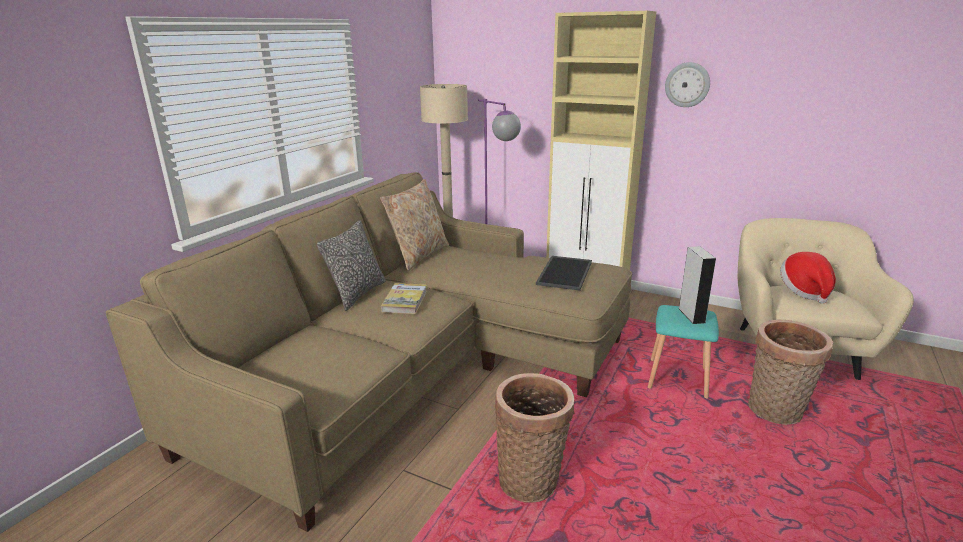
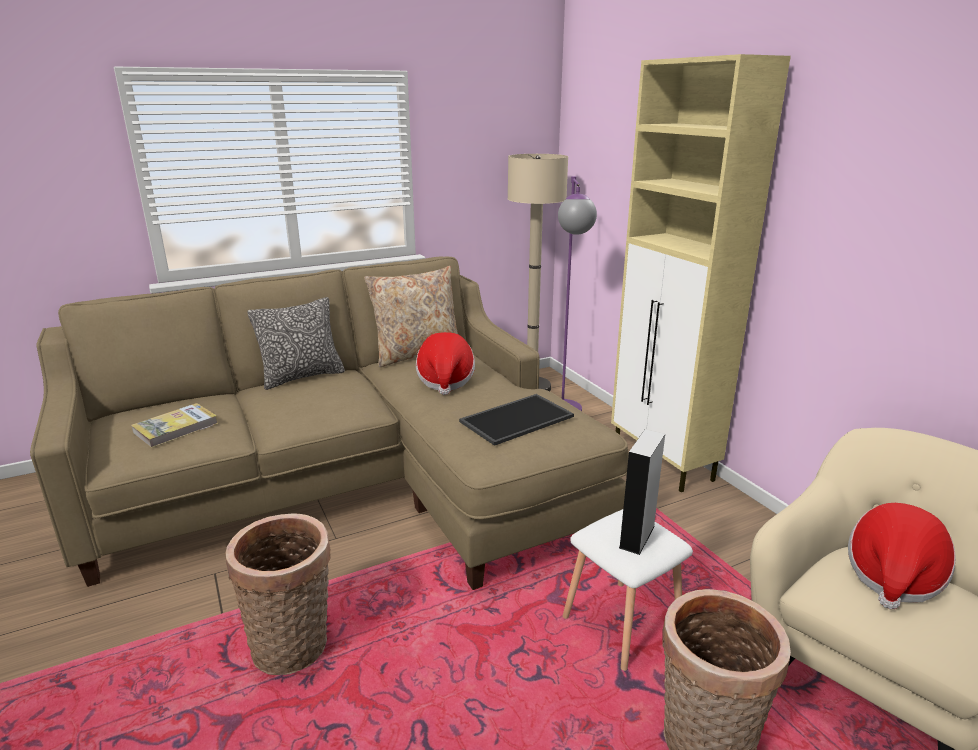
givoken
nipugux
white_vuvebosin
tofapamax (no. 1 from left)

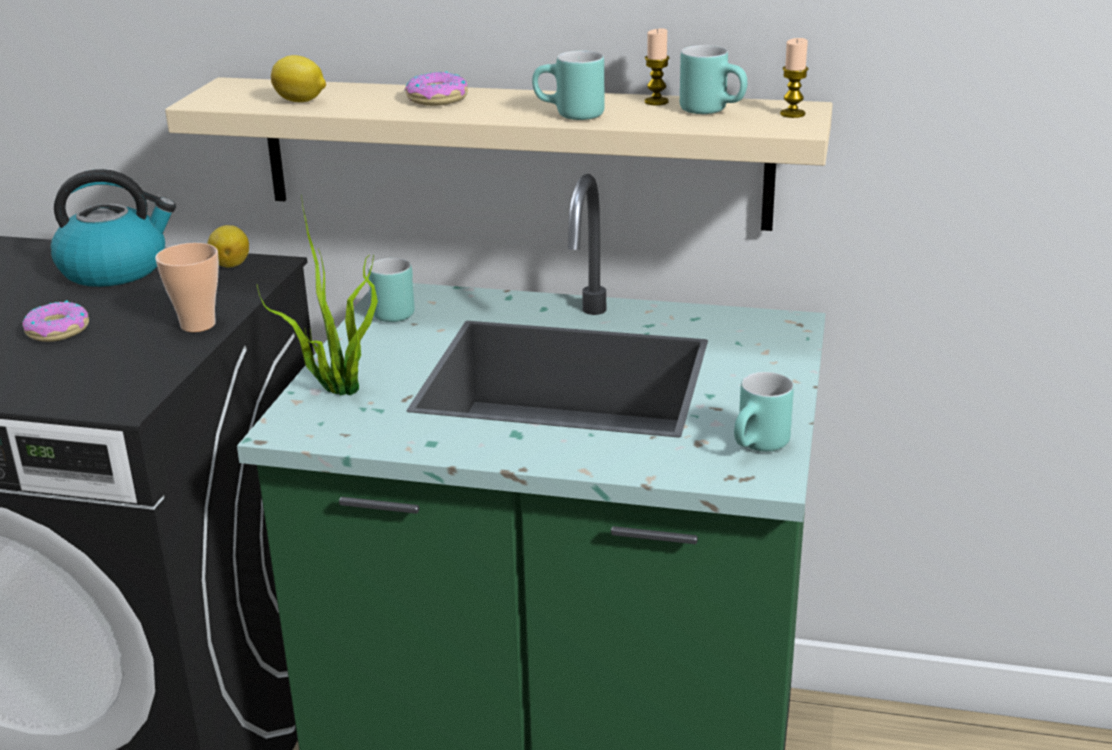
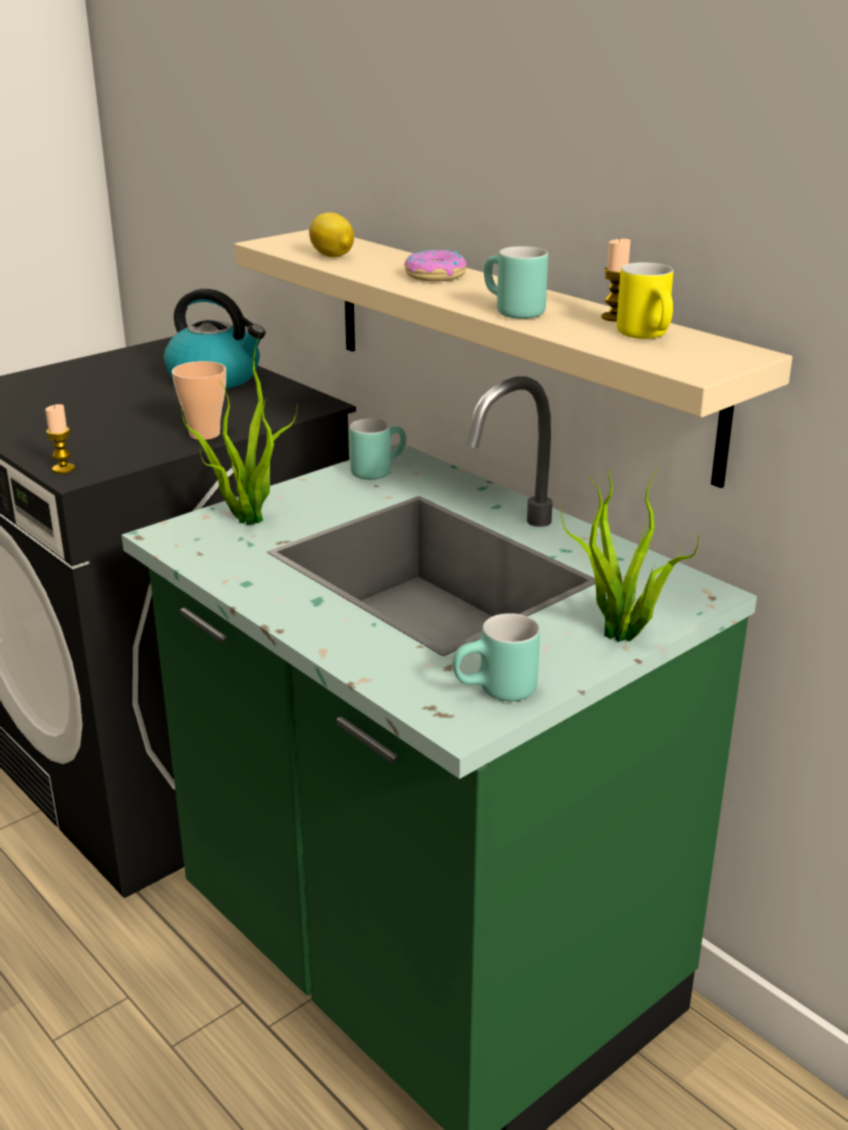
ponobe (no. 1 from left)
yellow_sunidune
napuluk (no. 1 from left in the first image)
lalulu (no. 1 from left in the first image)
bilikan (no. 2 from left)

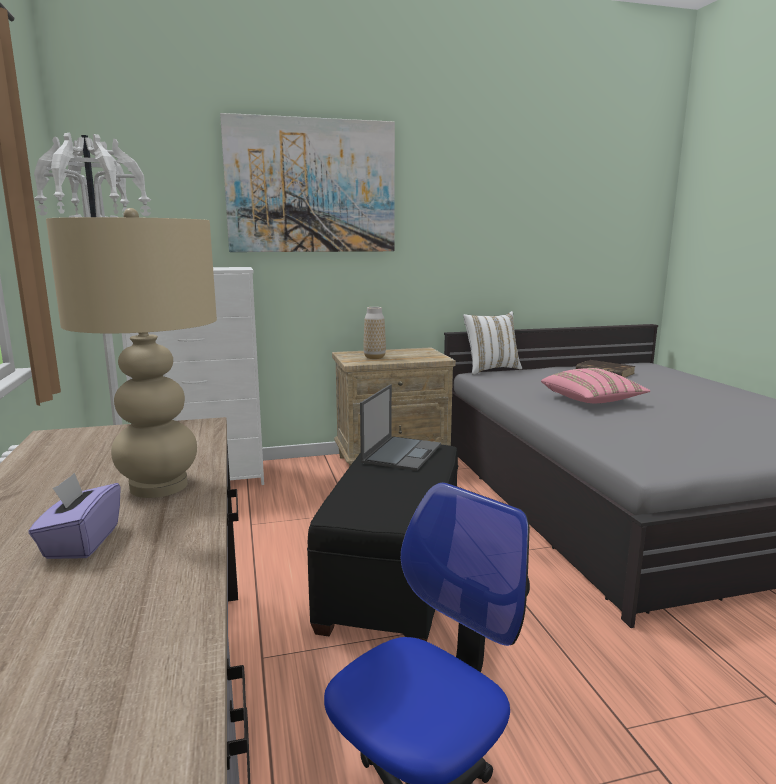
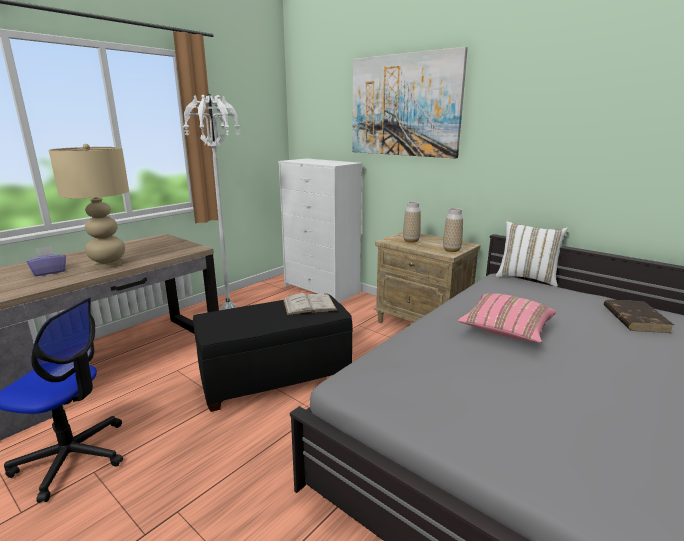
white_nipugux
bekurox (no. 2 from left)

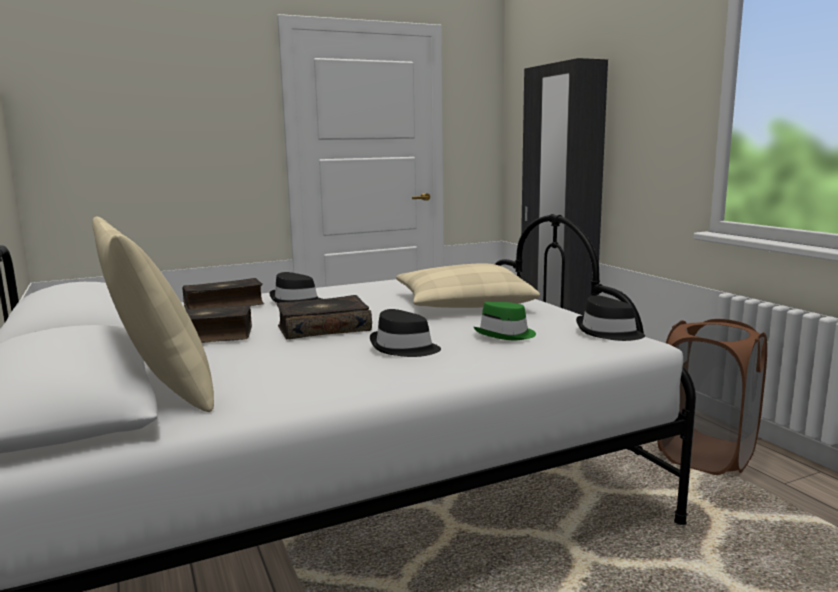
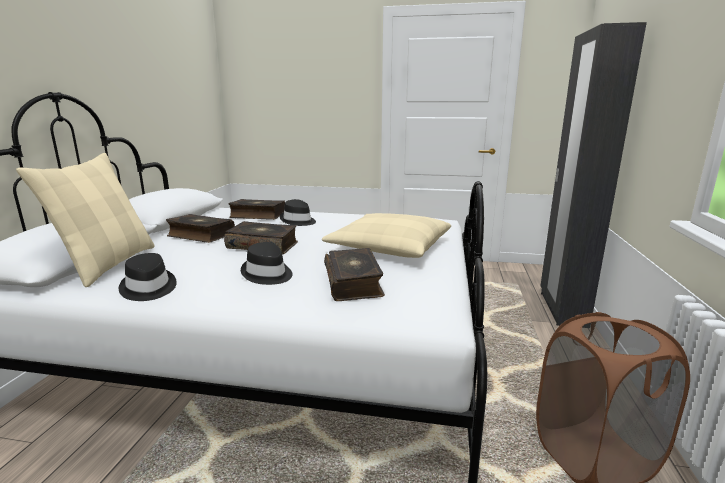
black_tofapamax (no. 1 from left)
nipugux (no. 4 from left)

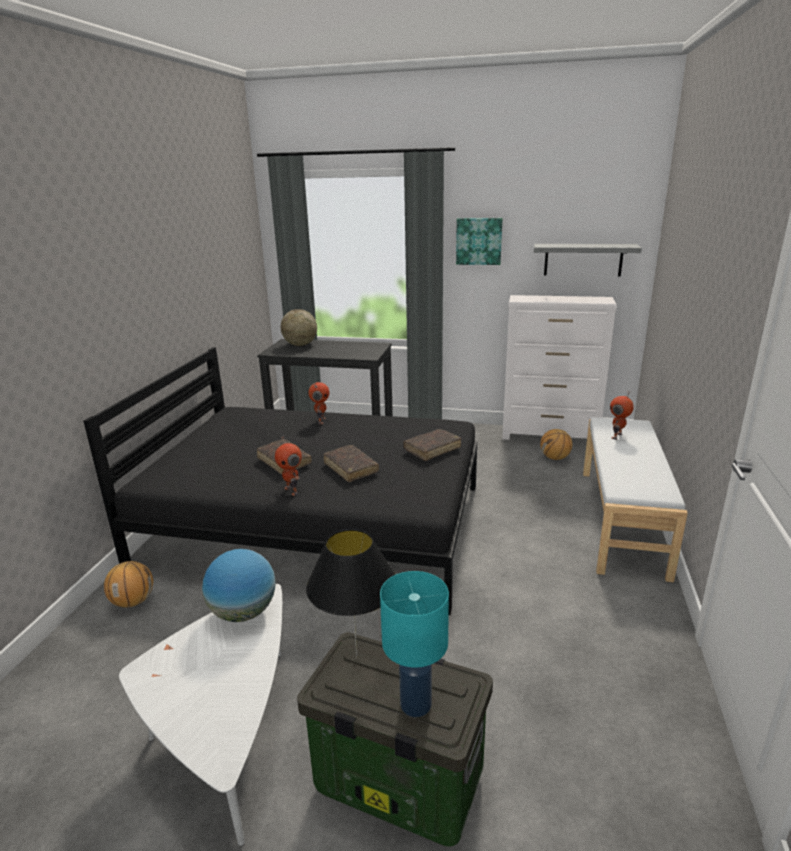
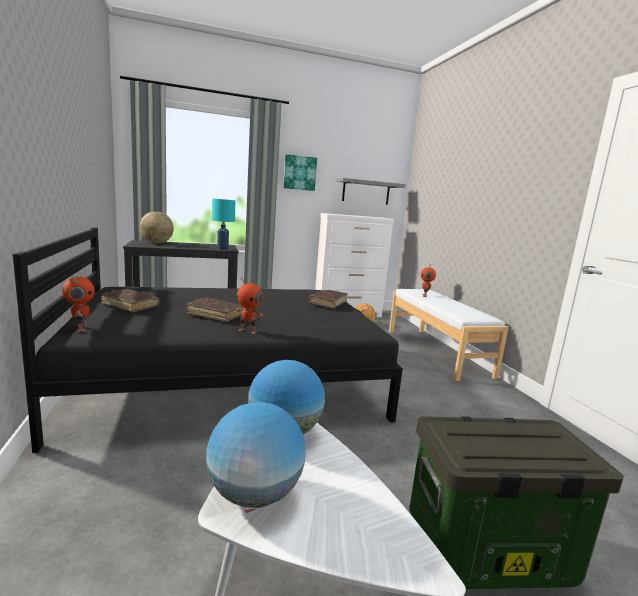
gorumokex (no. 1 from left)
brown_nipugux (no. 1 from left)
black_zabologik
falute (no. 1 from left in the first image)
turquoise_zabologik
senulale (no. 2 from left)

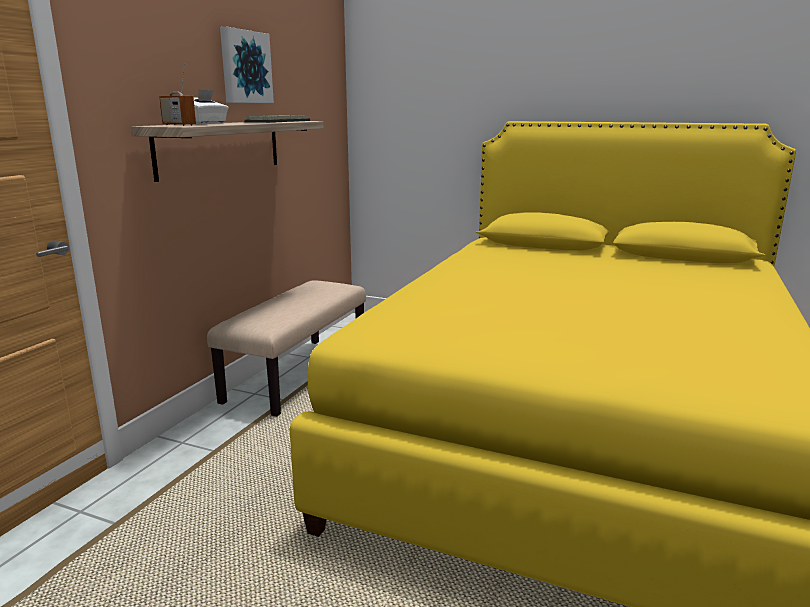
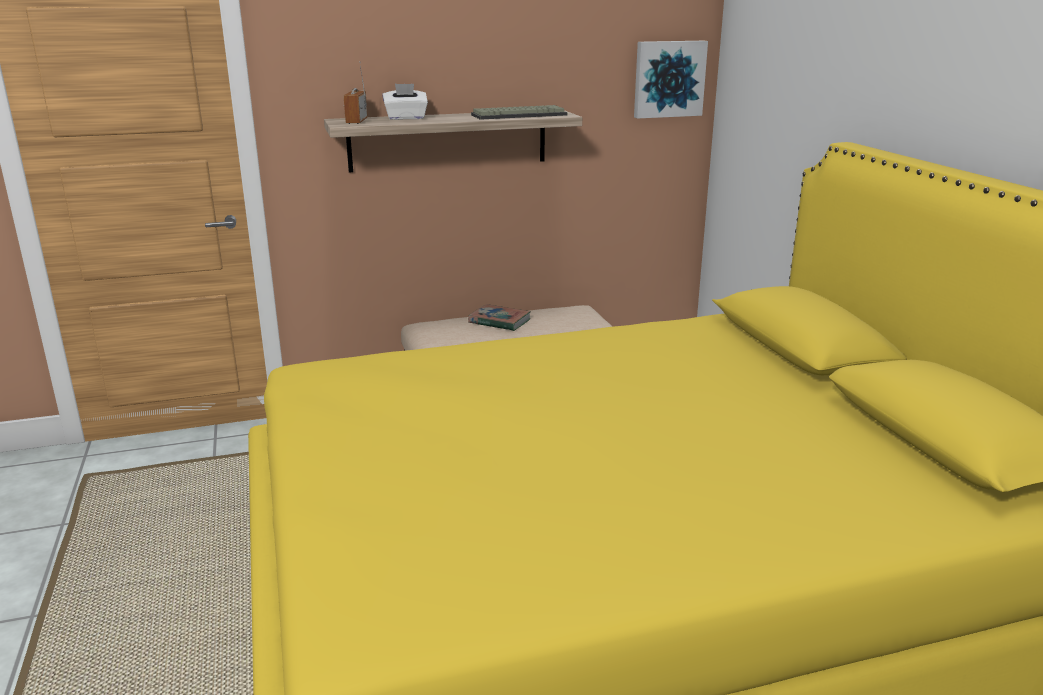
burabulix
nipugux

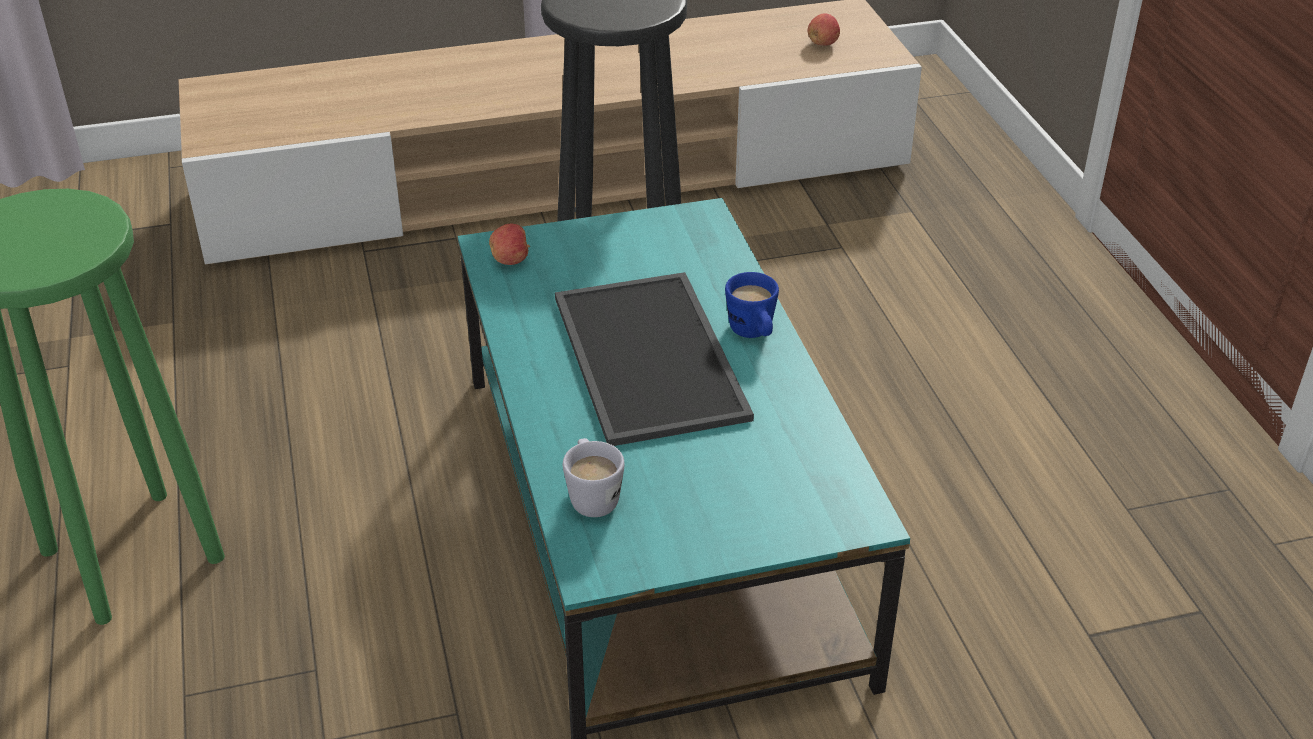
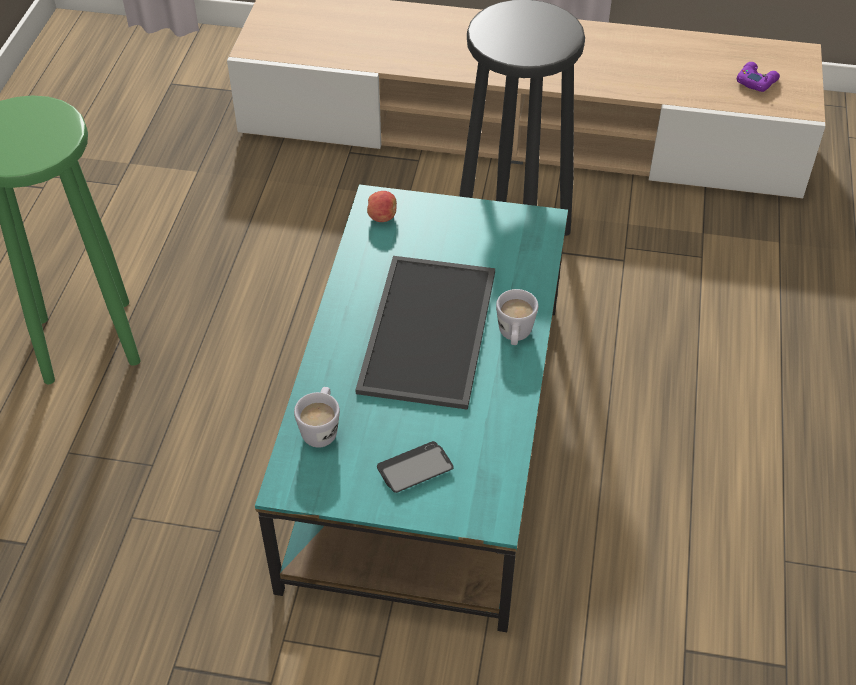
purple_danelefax
white_sunidune (no. 2 from left)
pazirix

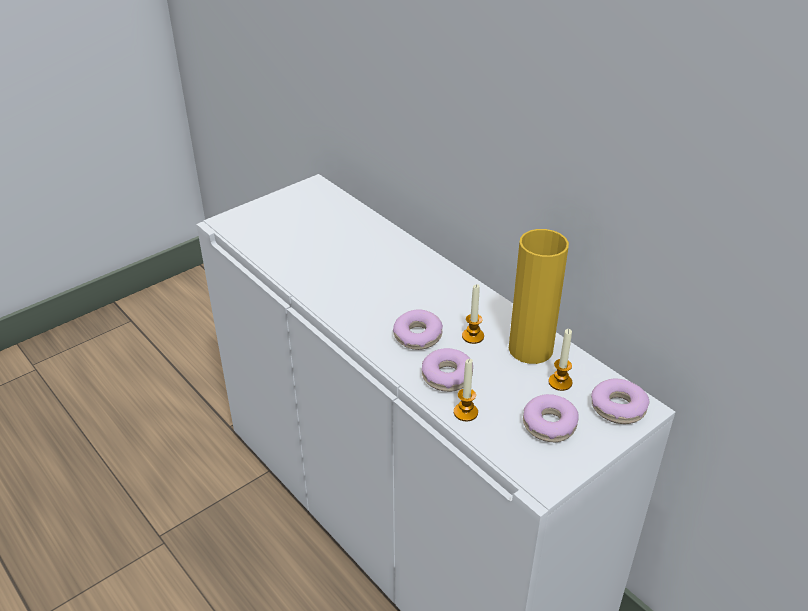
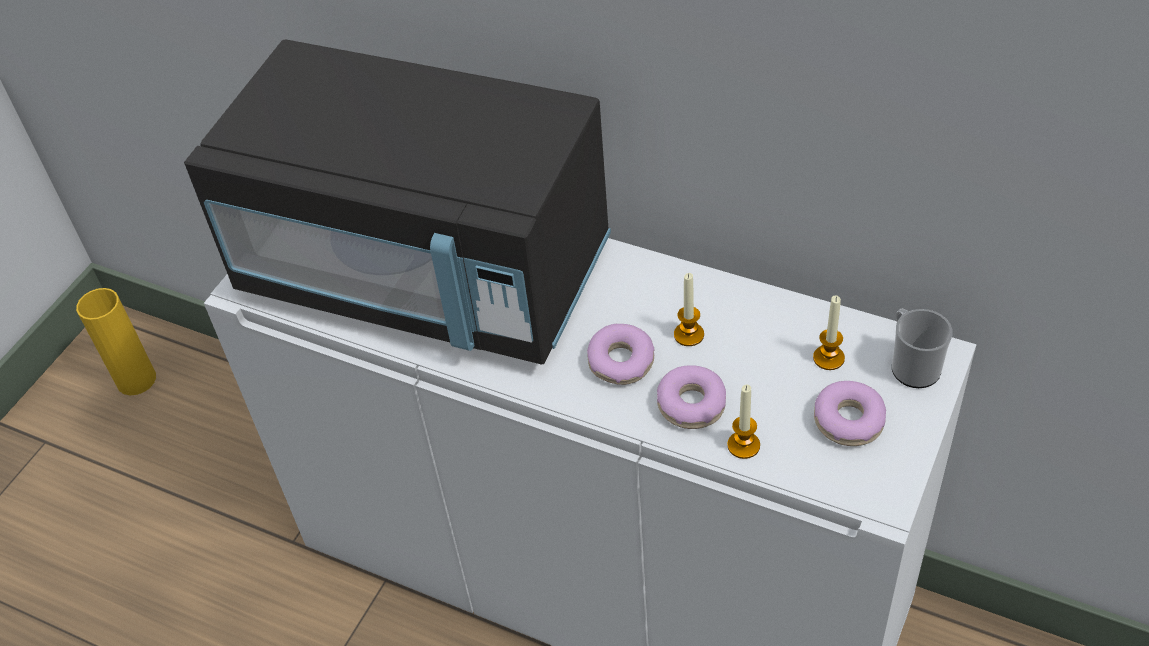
yellow_bekurox
sunidune
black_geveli

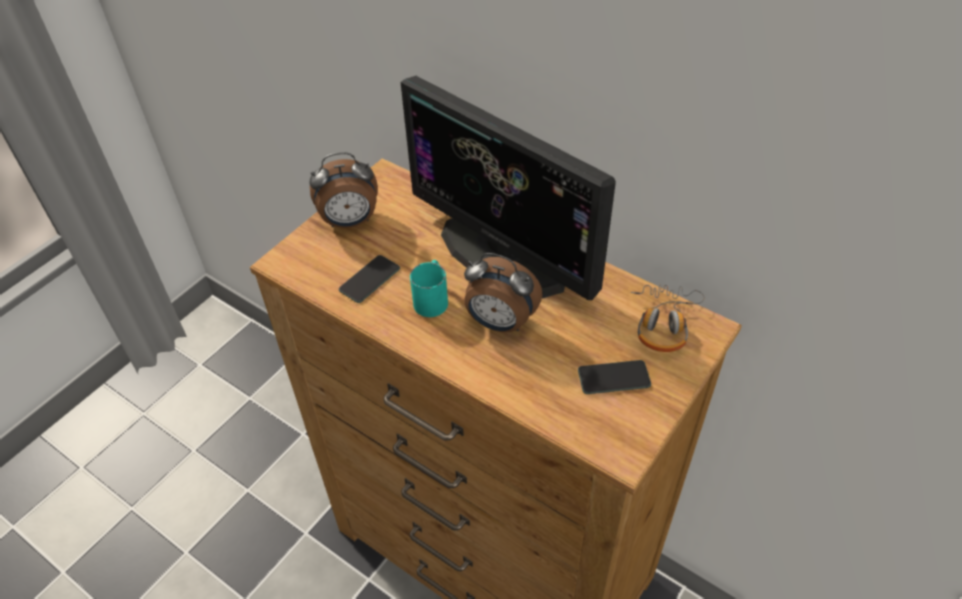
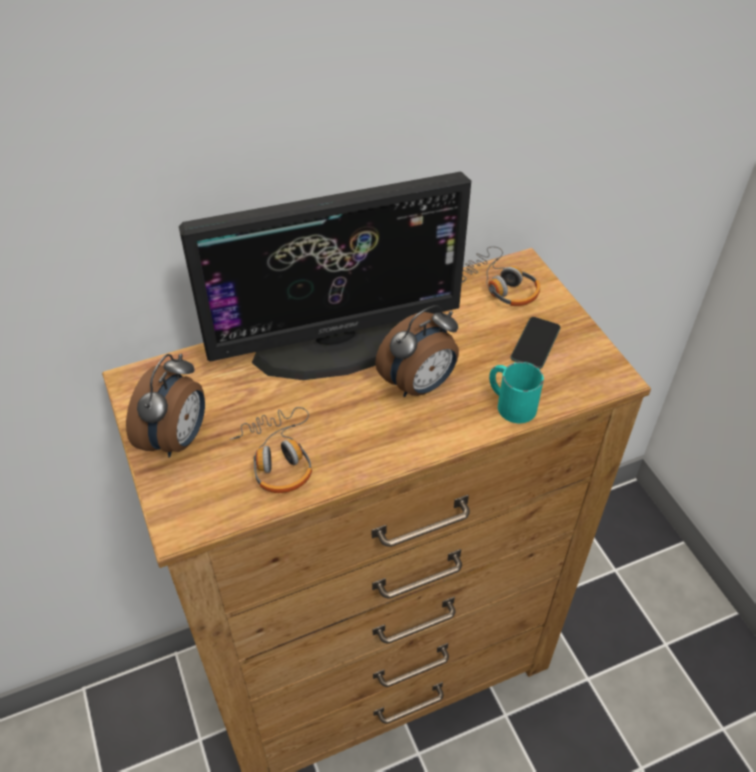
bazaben (no. 1 from left)
turquoise_sunidune

